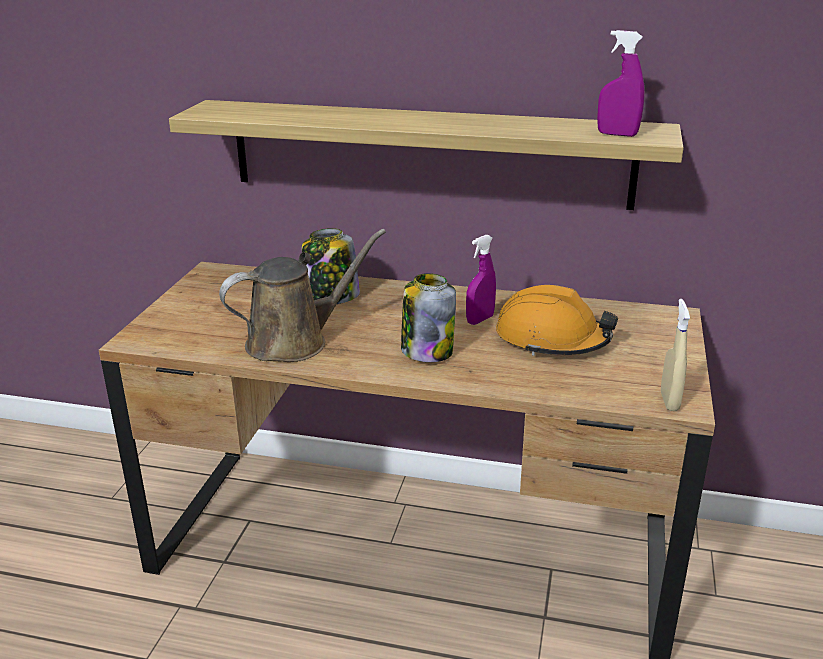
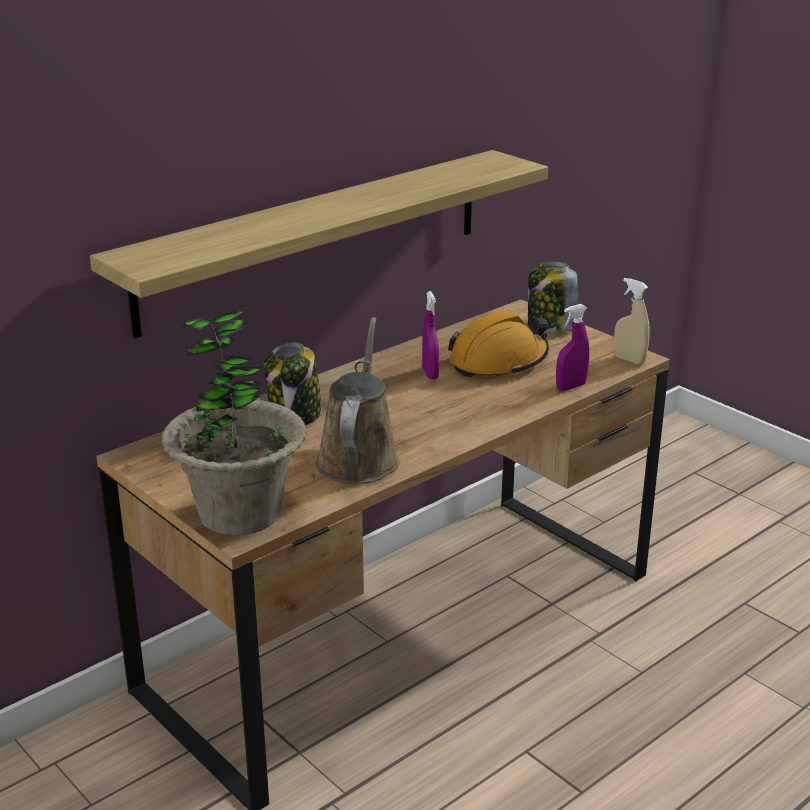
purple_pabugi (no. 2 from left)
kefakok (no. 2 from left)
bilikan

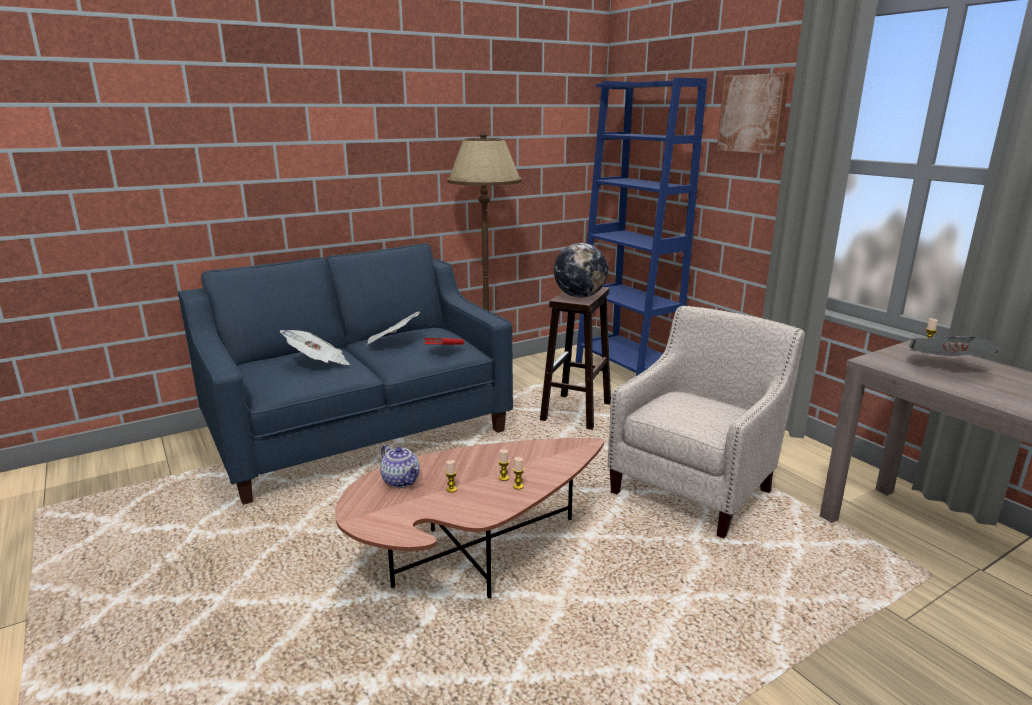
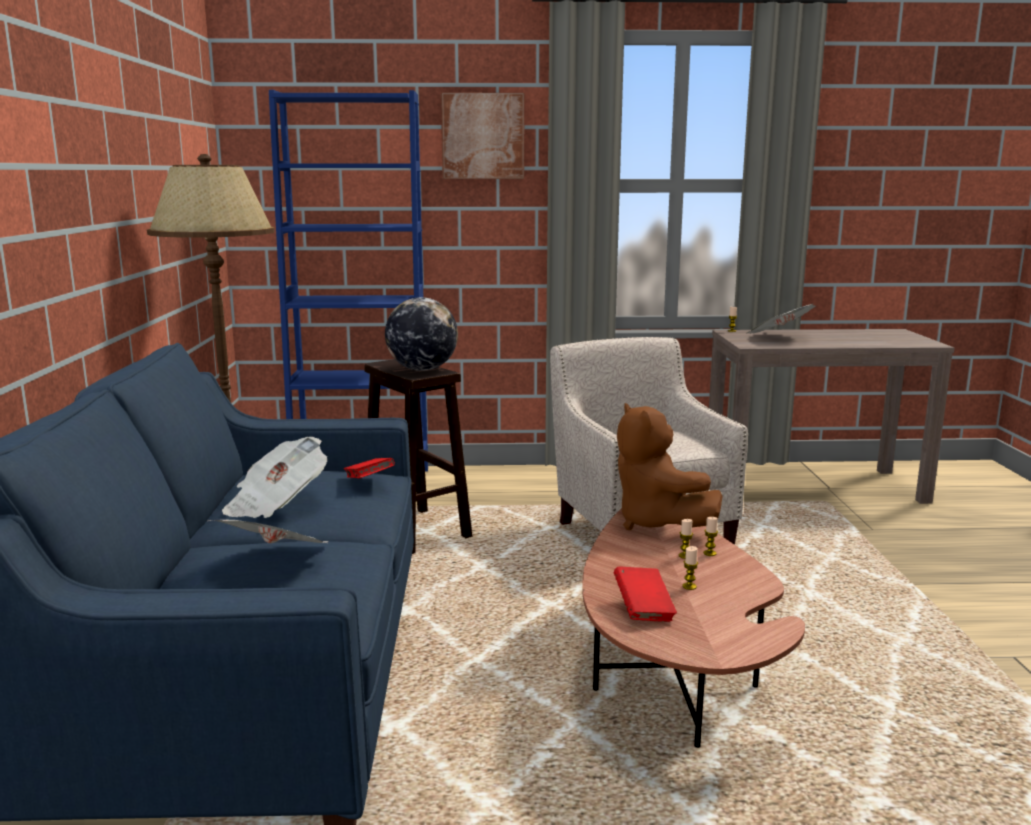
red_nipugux (no. 2 from left)
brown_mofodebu

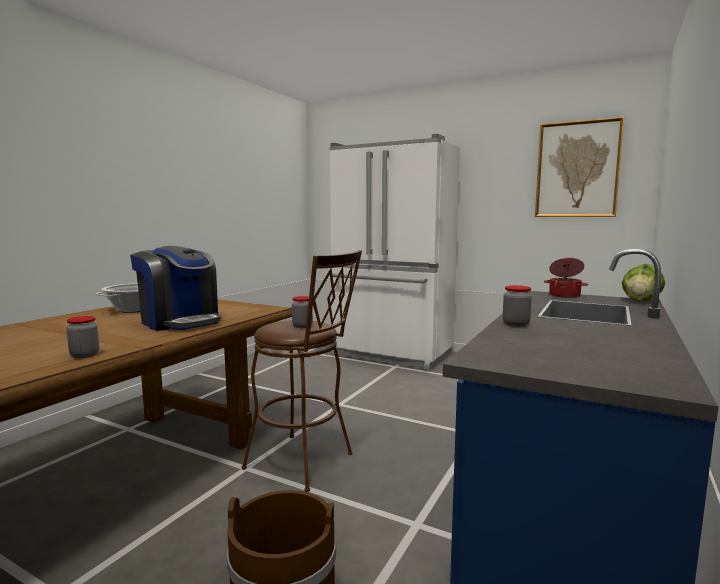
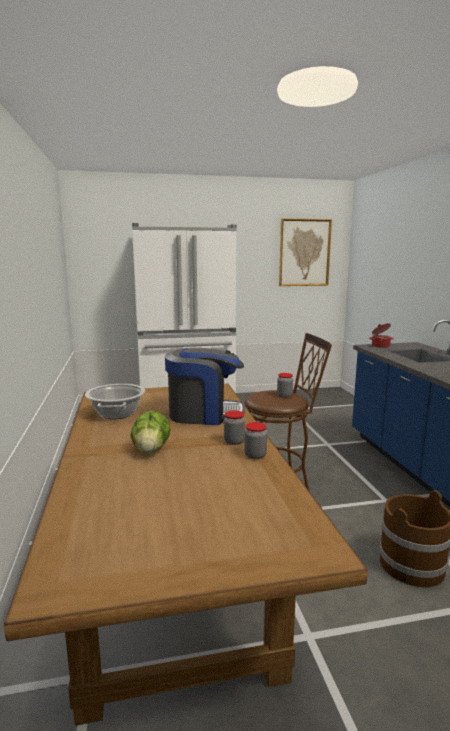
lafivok
kefakok (no. 1 from left)

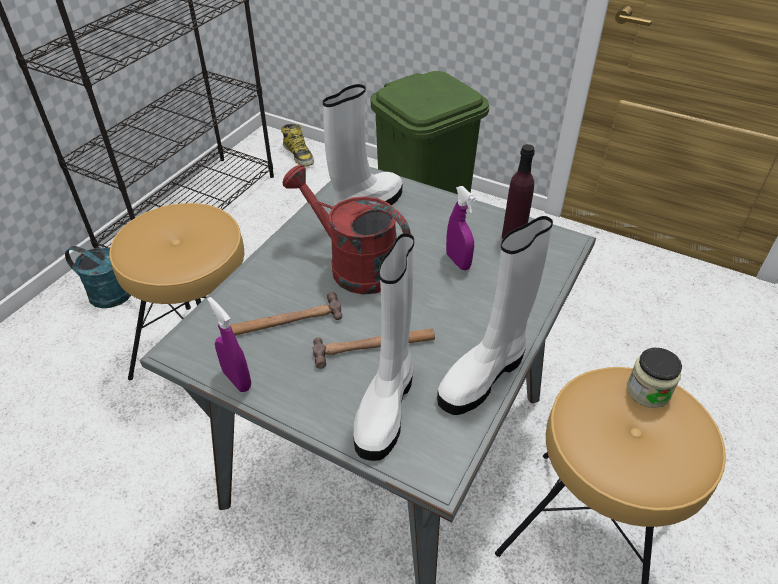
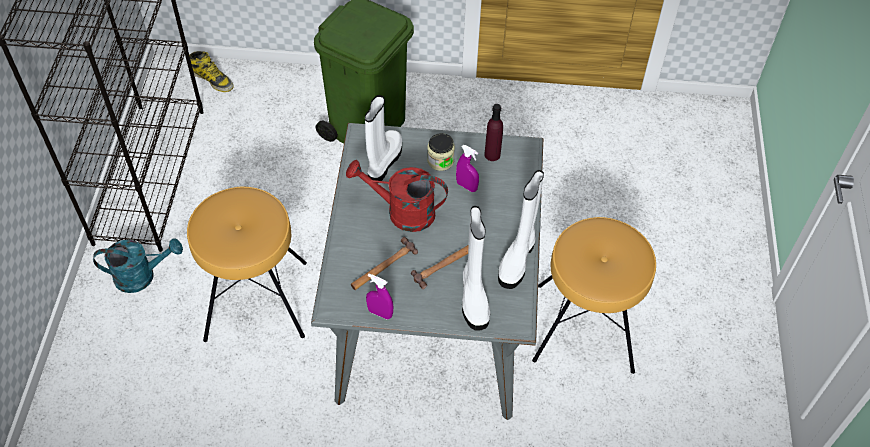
kefakok

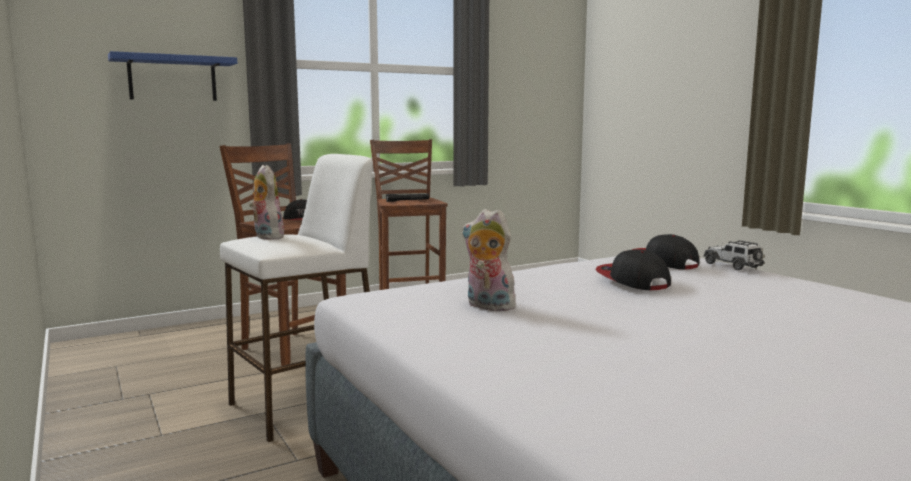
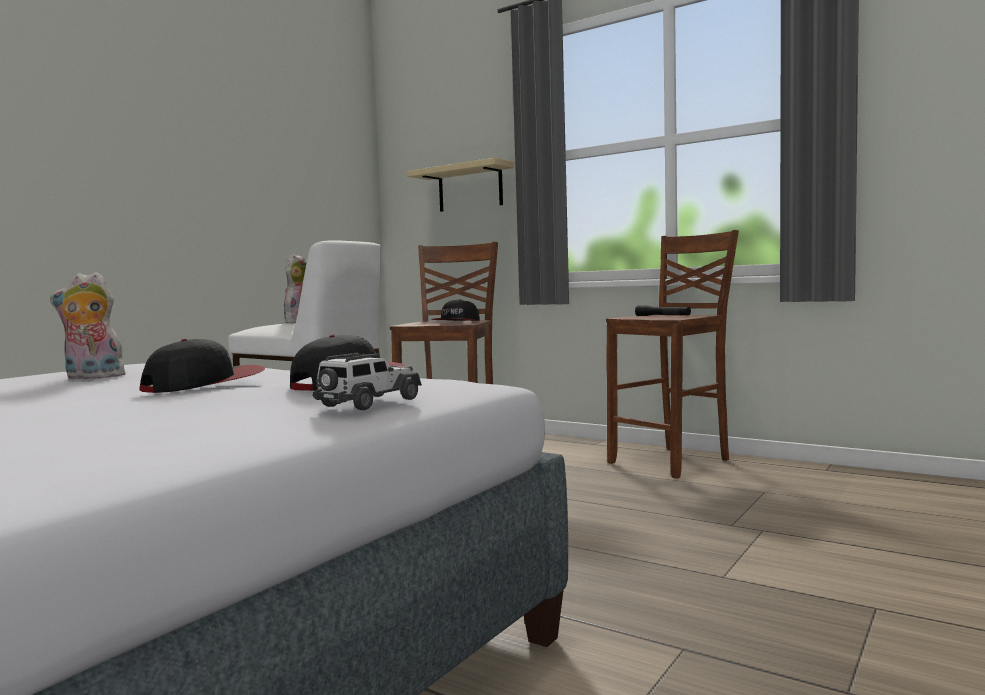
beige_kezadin
mofodebu (no. 1 from left)

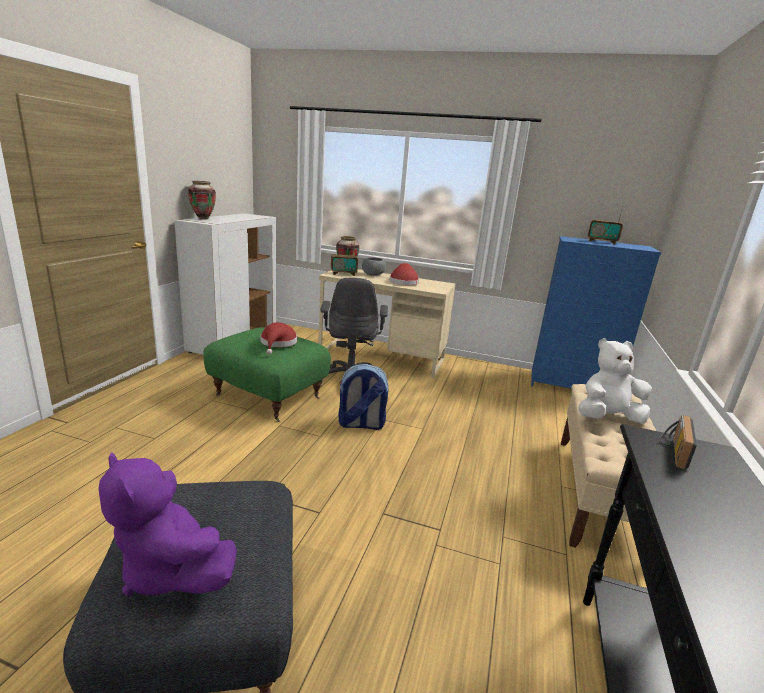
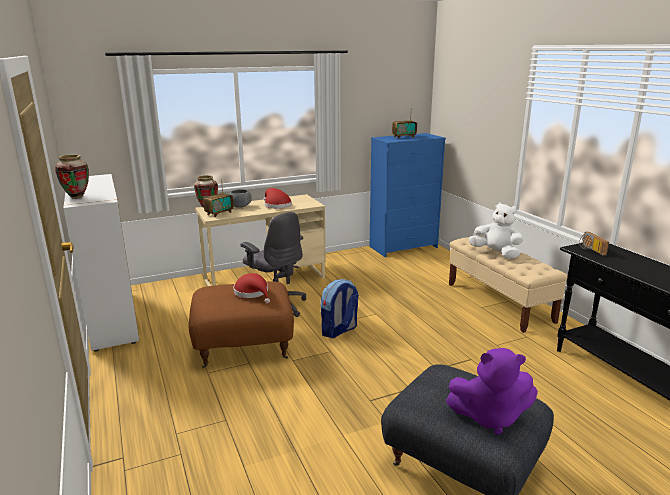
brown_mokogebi
white_mofodebu

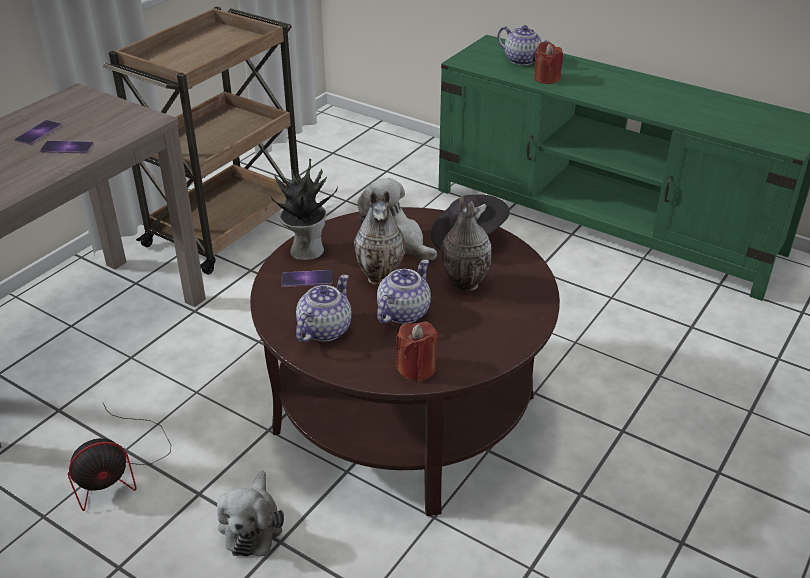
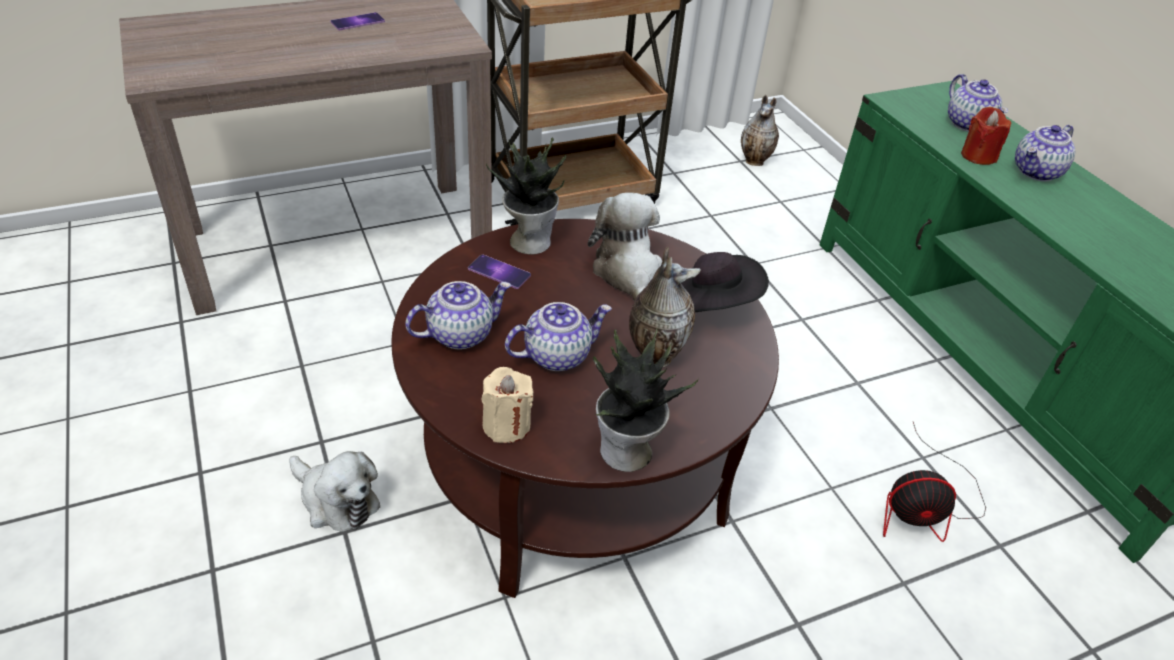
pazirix (no. 2 from left in the first image)
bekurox (no. 2 from left)
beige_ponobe
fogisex
mofodebu (no. 1 from left)
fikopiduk (no. 4 from left)
bilikan (no. 2 from left)

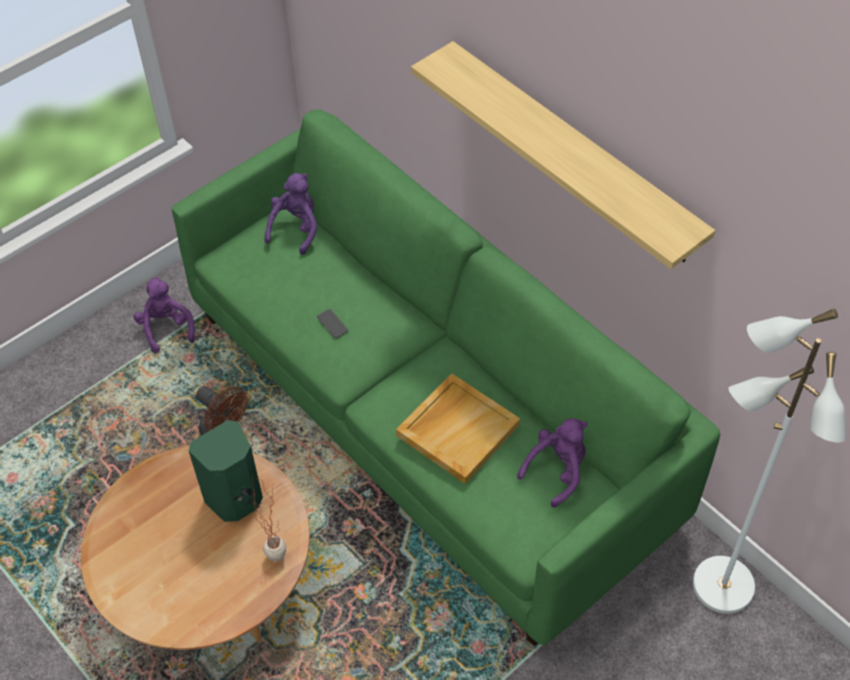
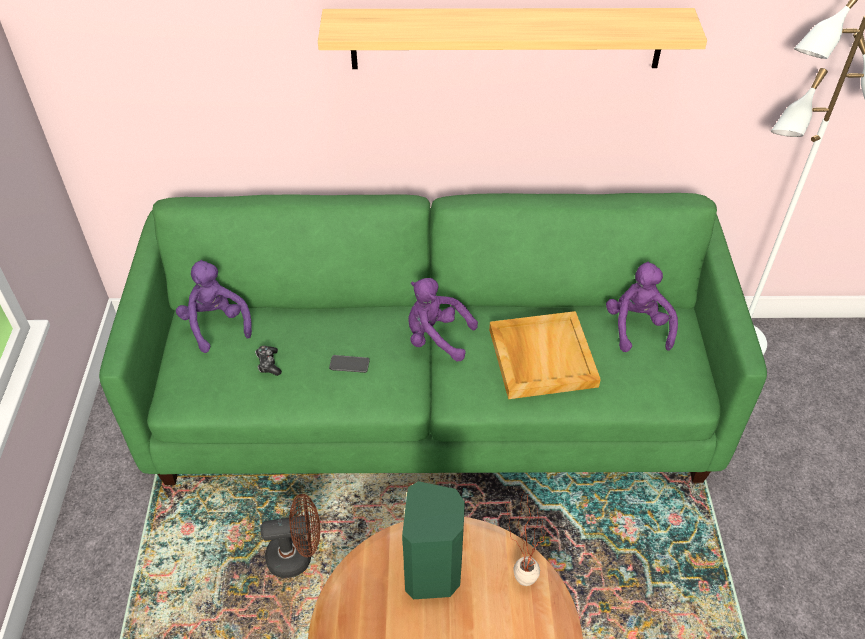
purple_mofodebu (no. 2 from left)
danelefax

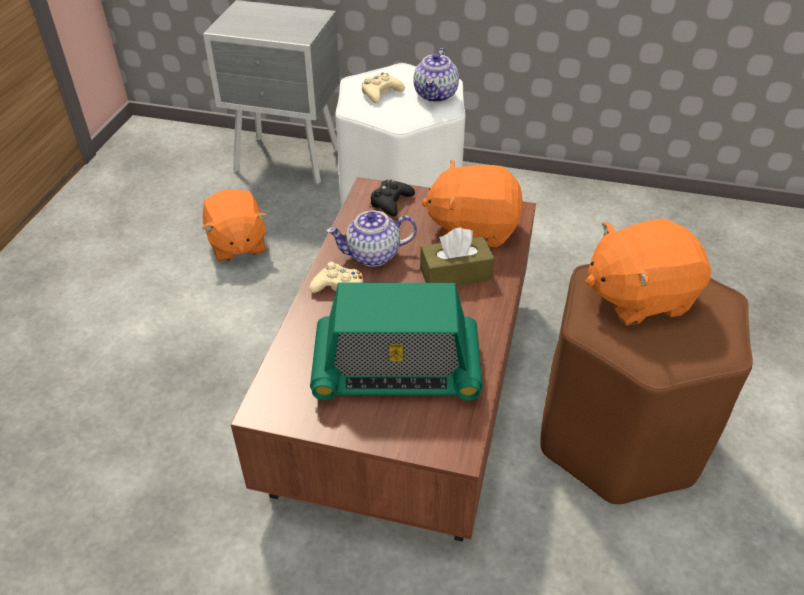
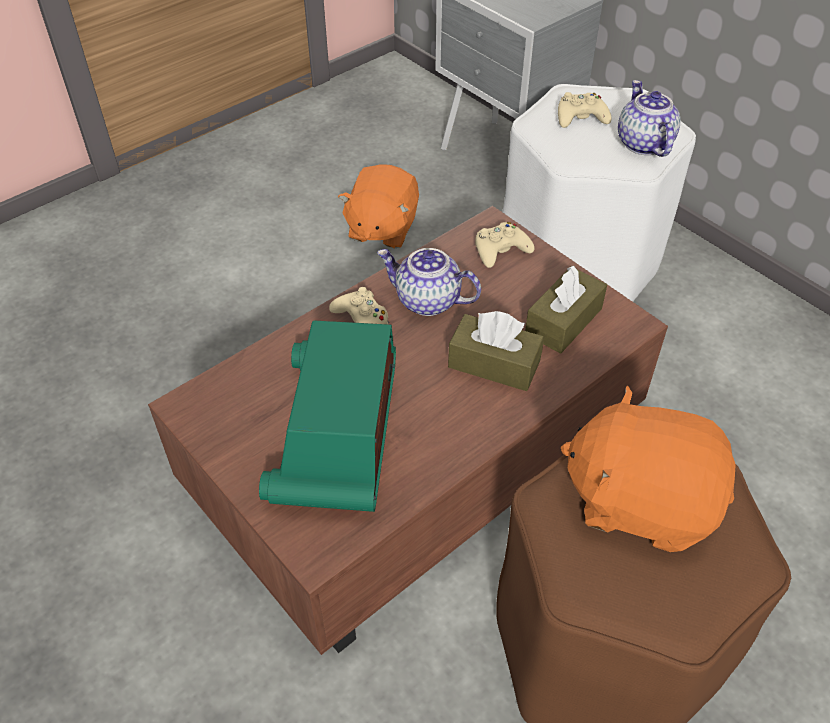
fikopiduk (no. 2 from left)
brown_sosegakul (no. 2 from left)
beige_danelefax (no. 2 from left)
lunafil

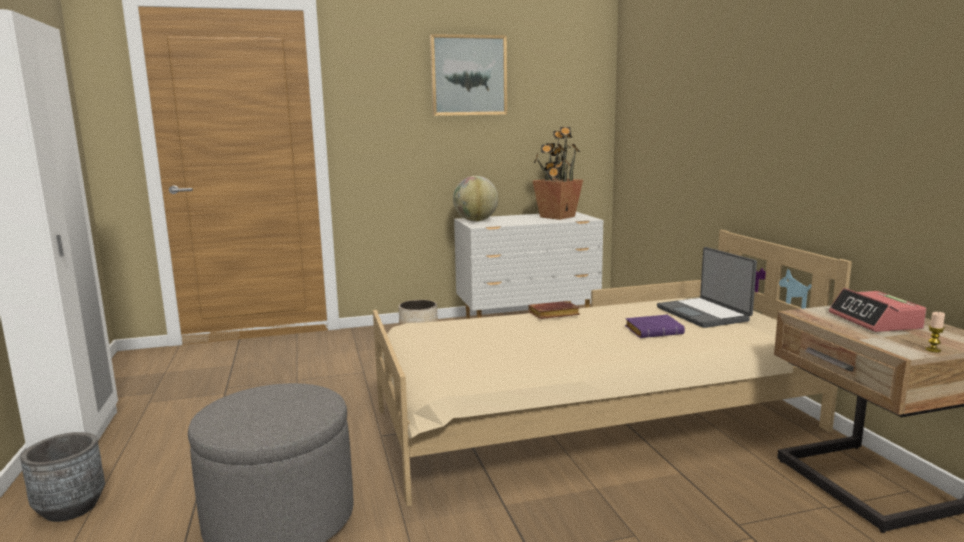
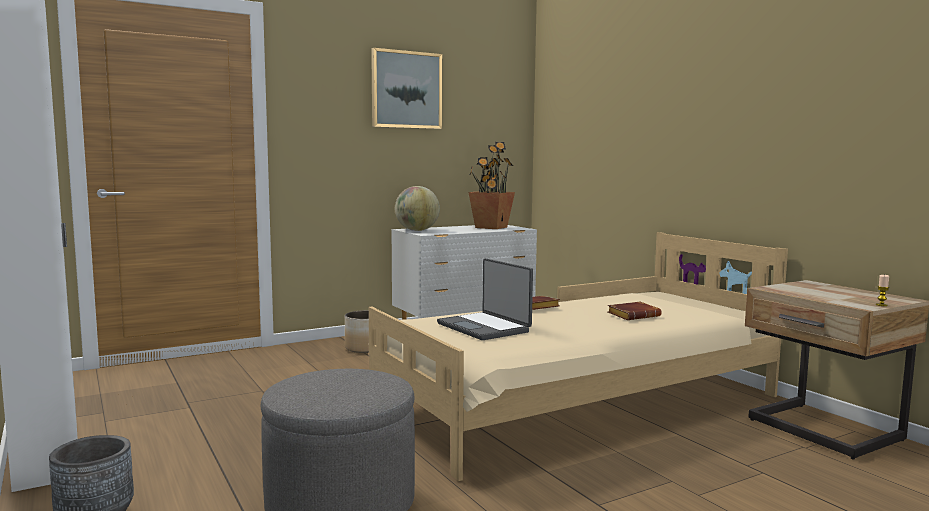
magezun
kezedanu
brown_nipugux (no. 2 from left)

